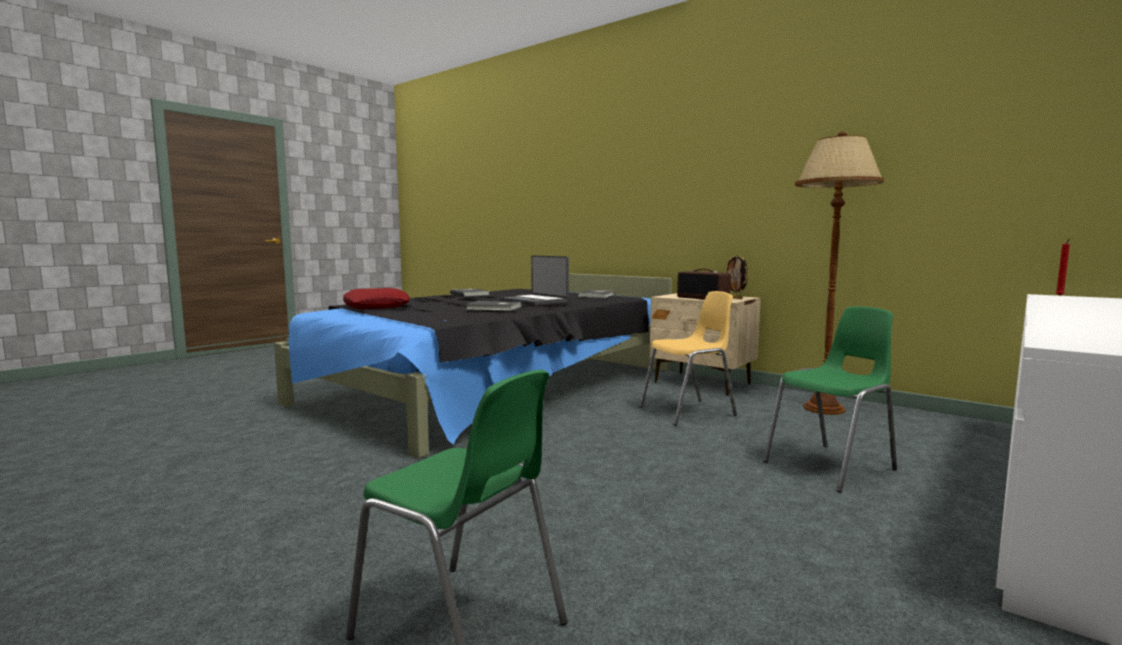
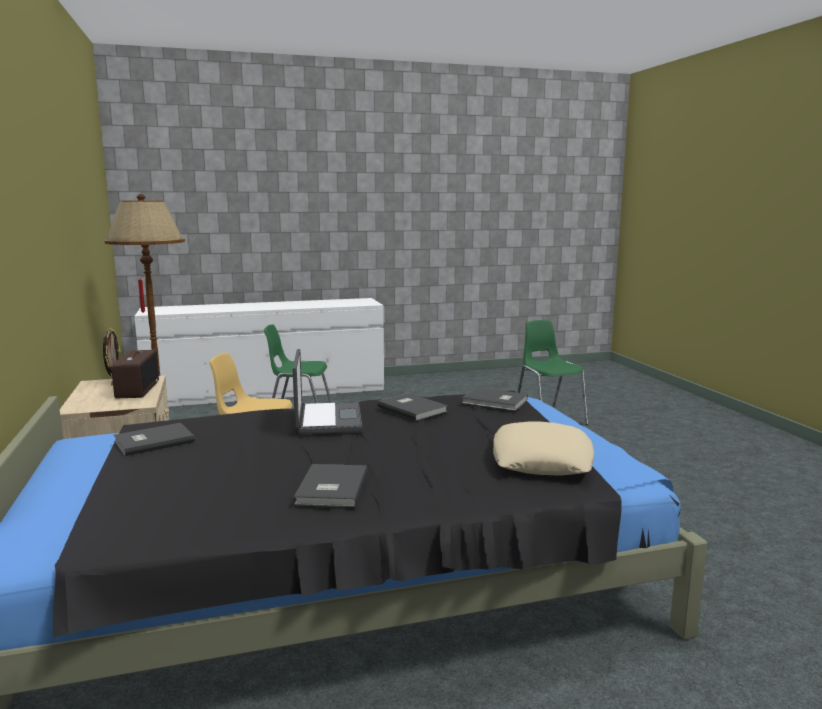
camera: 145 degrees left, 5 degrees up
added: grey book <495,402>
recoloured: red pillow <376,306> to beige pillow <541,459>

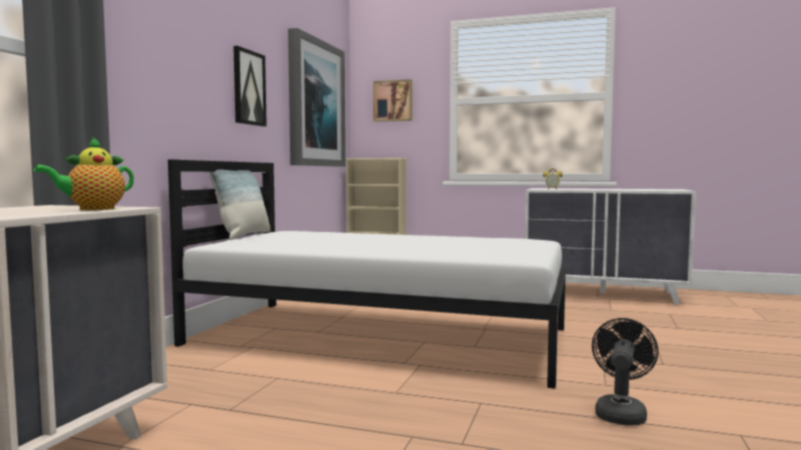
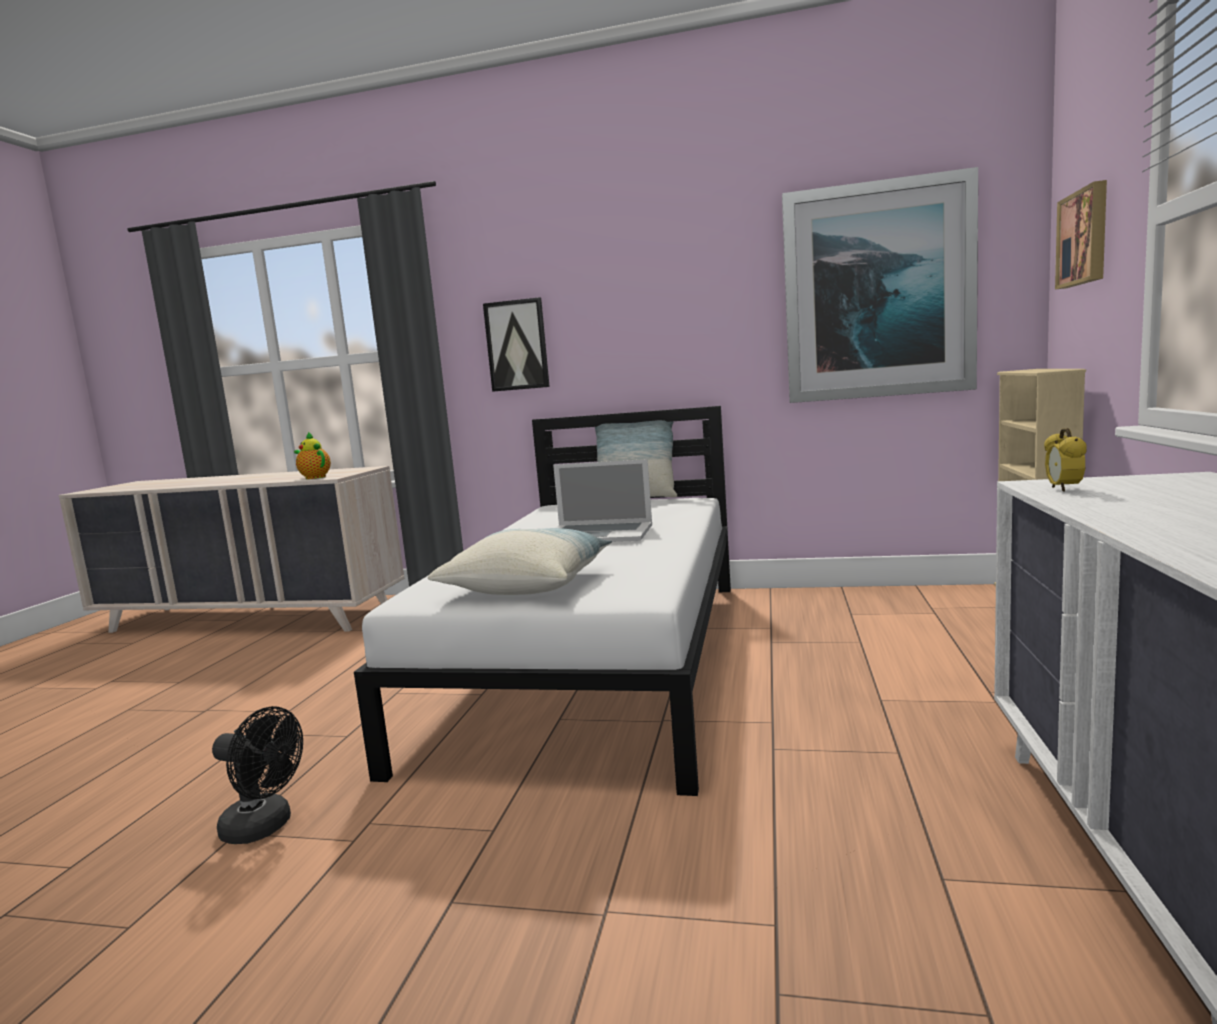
camera: 85 degrees right, 5 degrees up
added: pillow <528,585>; laptop <598,534>
moved: picture <248,88> to <517,345>

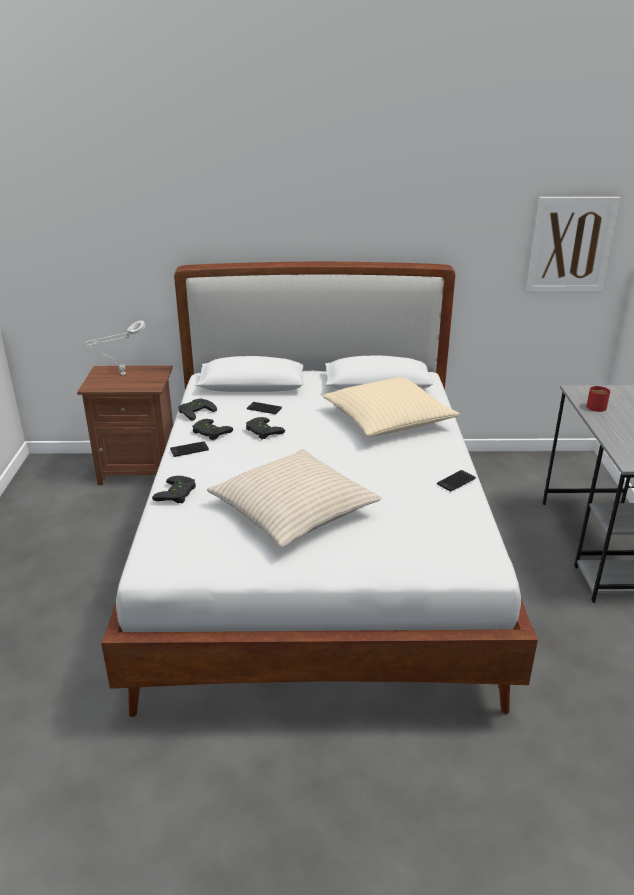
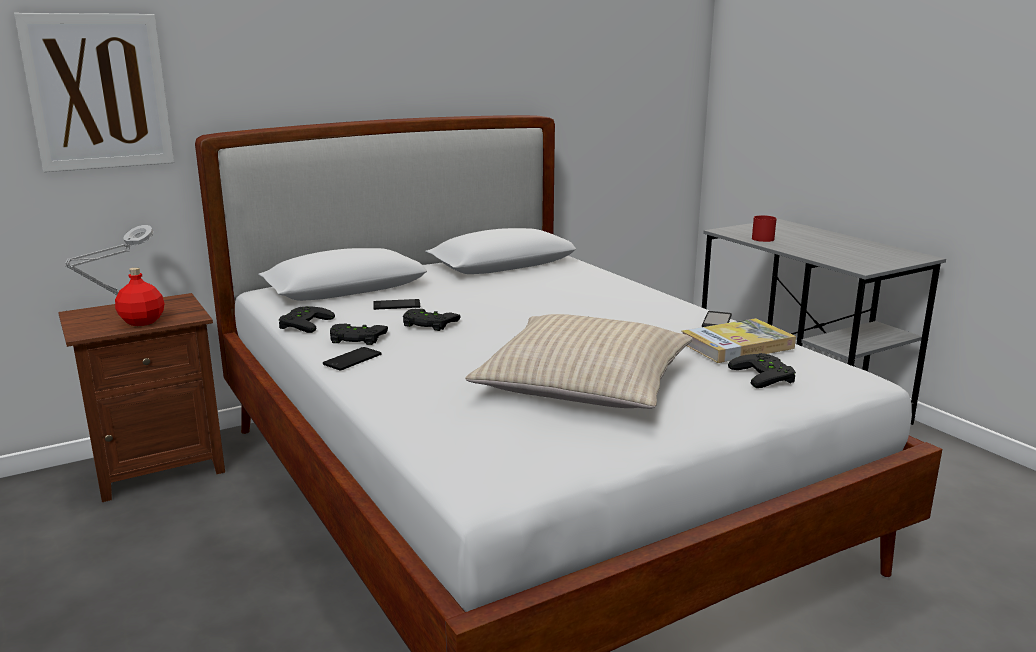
camera: 30 degrees left, 10 degrees down
removed: beige pillow <388,419>
added: red bottle <141,322>; book <737,345>
moved: black game controller <178,493> to <766,375>; picture <571,245> to <98,92>

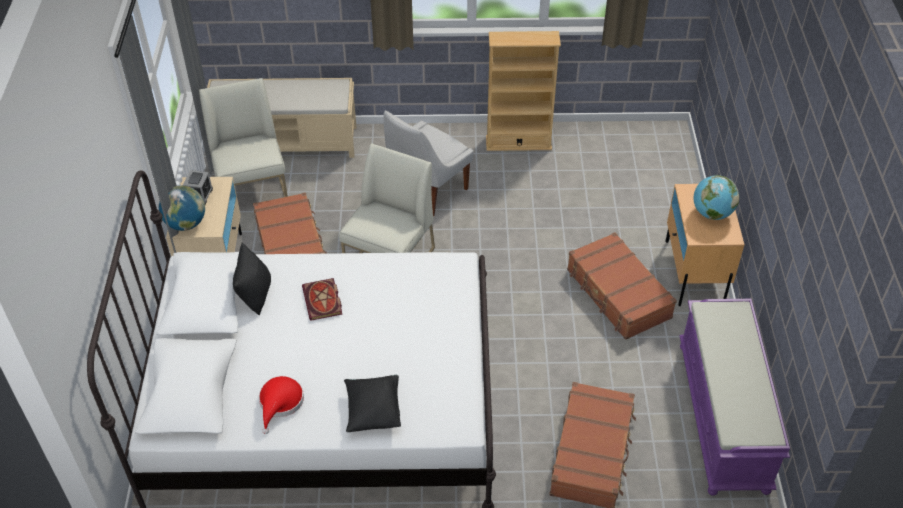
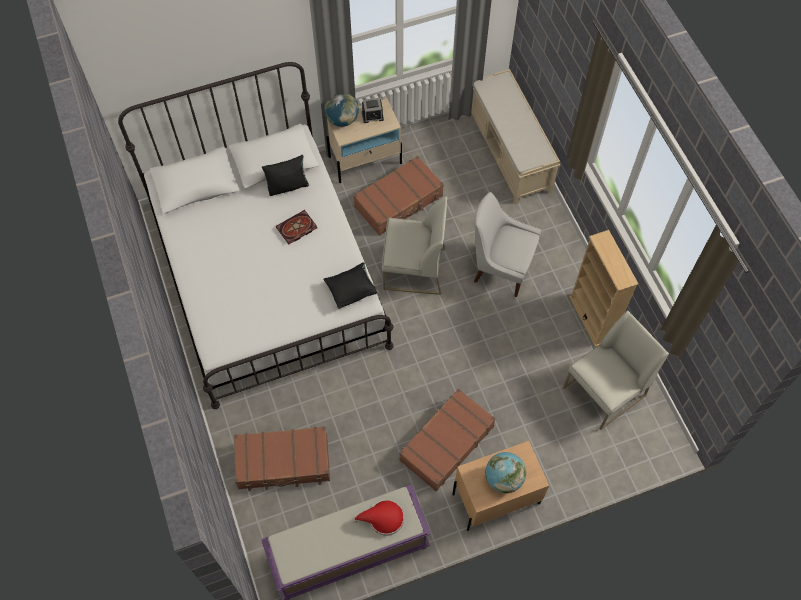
camera: 70 degrees right, 15 degrees up
moved: white chair <253,191> to <604,392>; red hat <280,403> to <383,519>; black pillow <373,411> to <352,291>

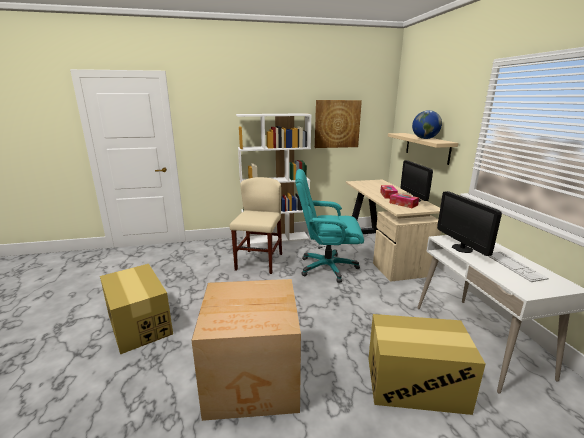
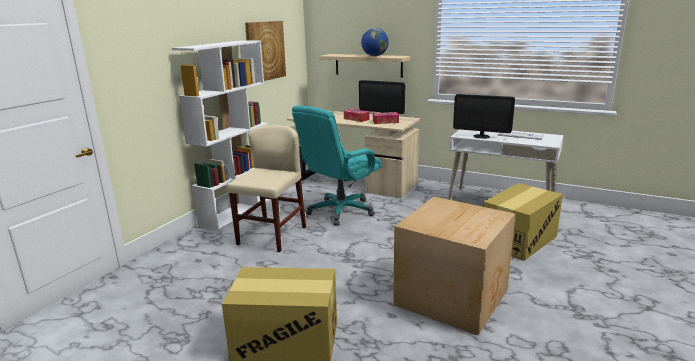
camera: 50 degrees left, 0 degrees up
turned: beige chair <259,261> = <272,235> 60 degrees clockwise

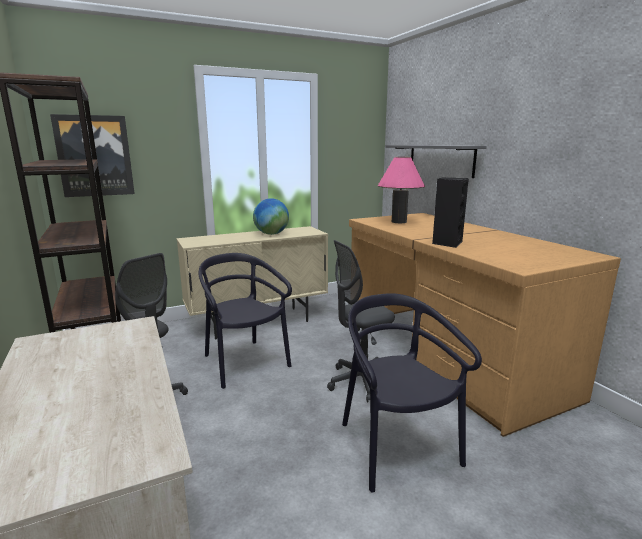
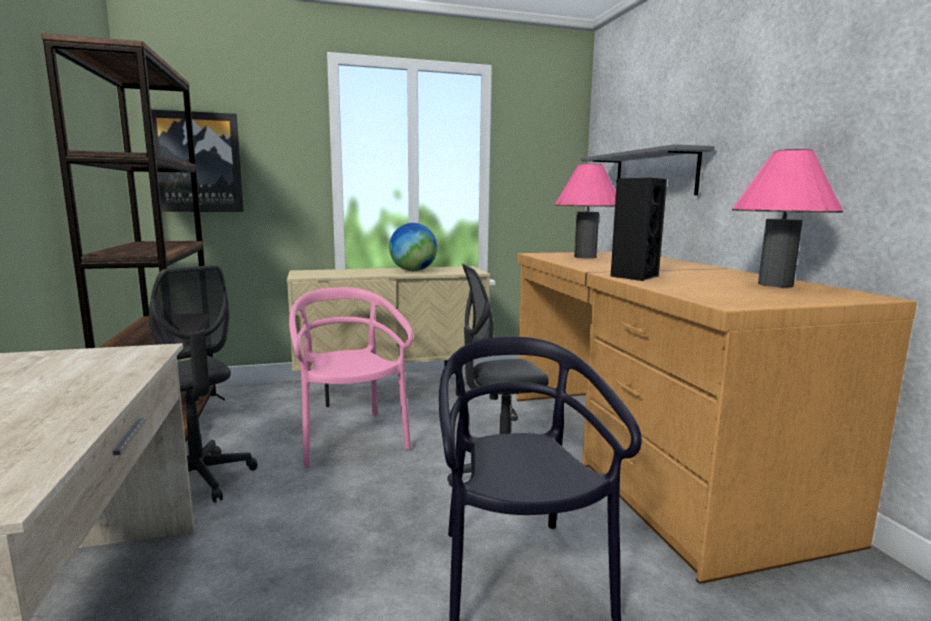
camera: 10 degrees right, 5 degrees down
added: pink table lamp <775,284>
recoloured: black chair <244,363> to pink chair <350,438>

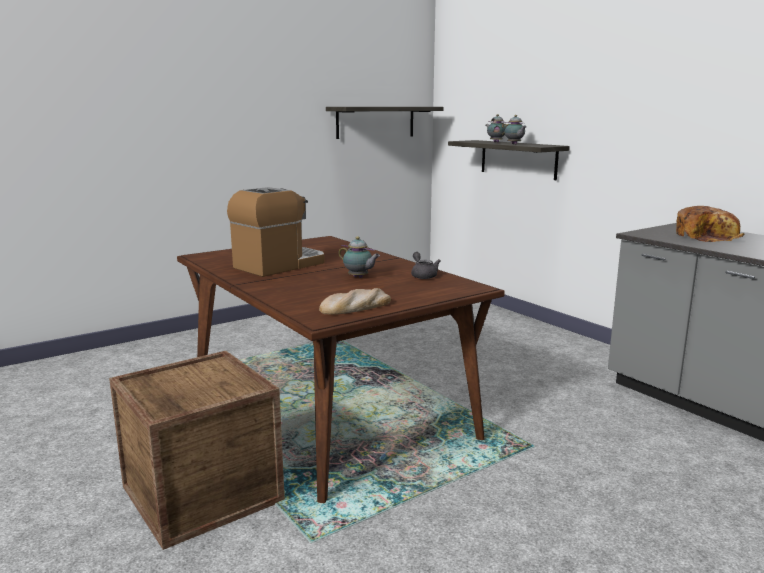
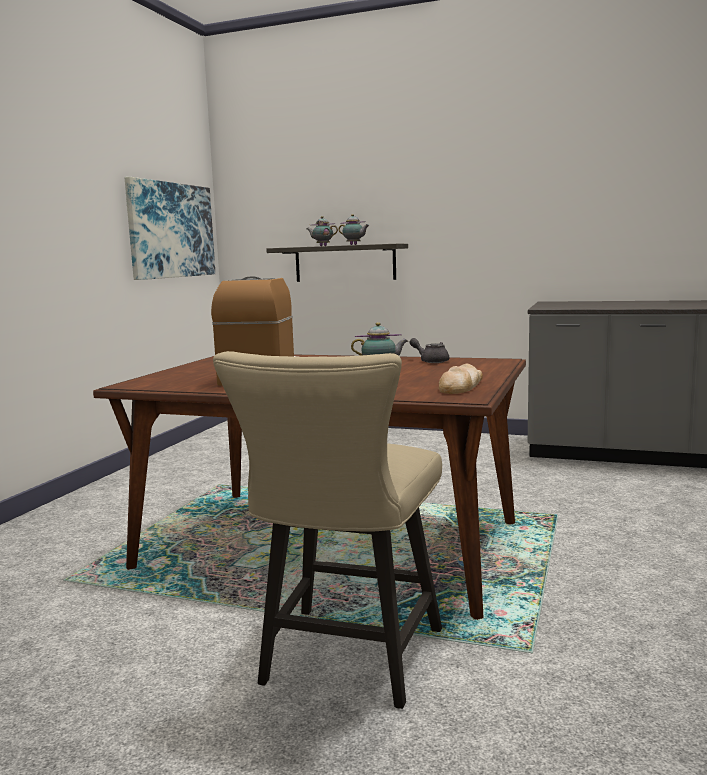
camera: 35 degrees left, 5 degrees down
removed: bread <707,236>
replaced: crate <202,493> to beige chair <346,663>; shelf <375,122> to picture <171,230>

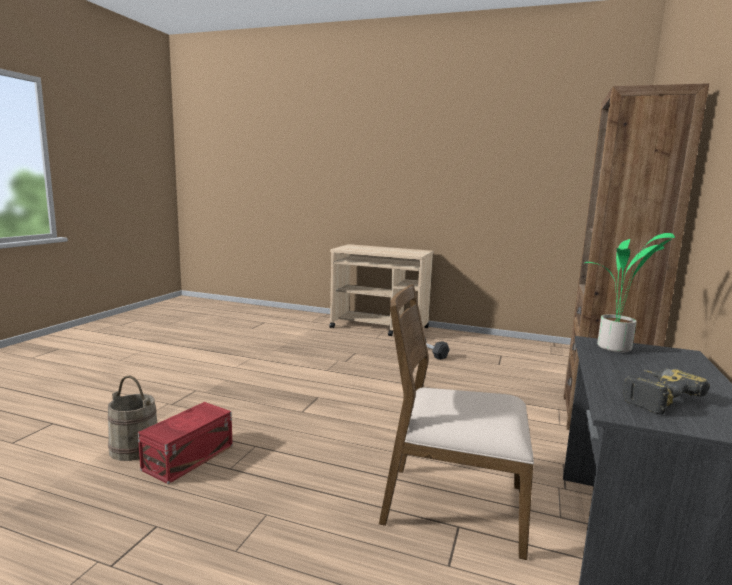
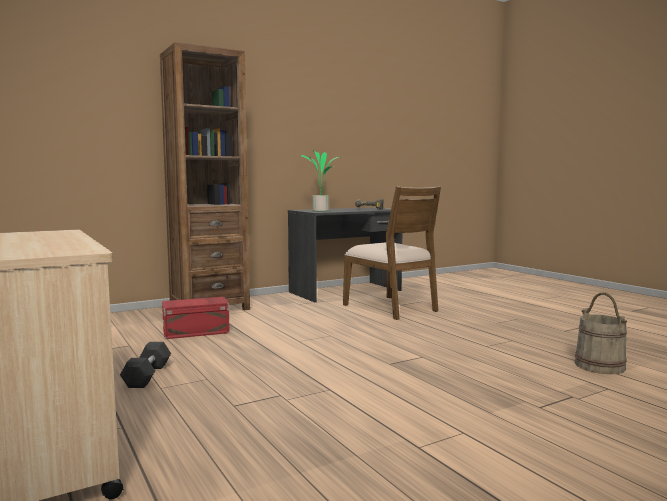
camera: 140 degrees left, 5 degrees down
moved: red storage box <186,457> to <197,332>

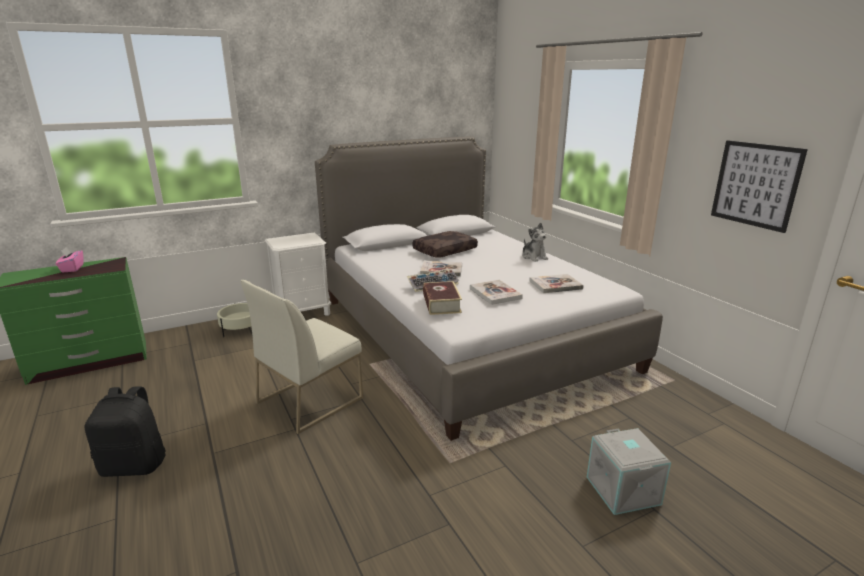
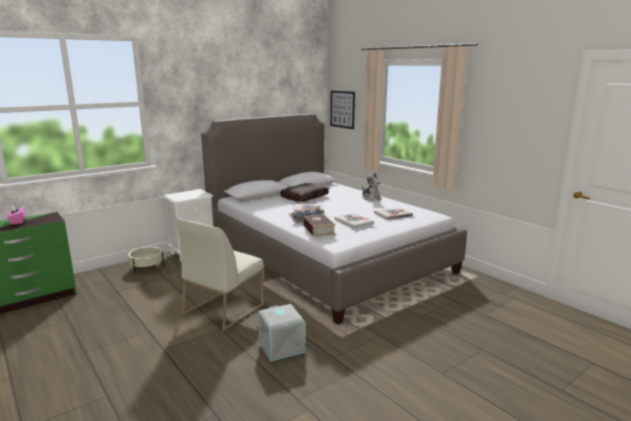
camera: 10 degrees left, 5 degrees down
removed: black backpack <135,465>
moved: grey storage box <624,490> to <282,347>; picture <755,185> to <342,109>

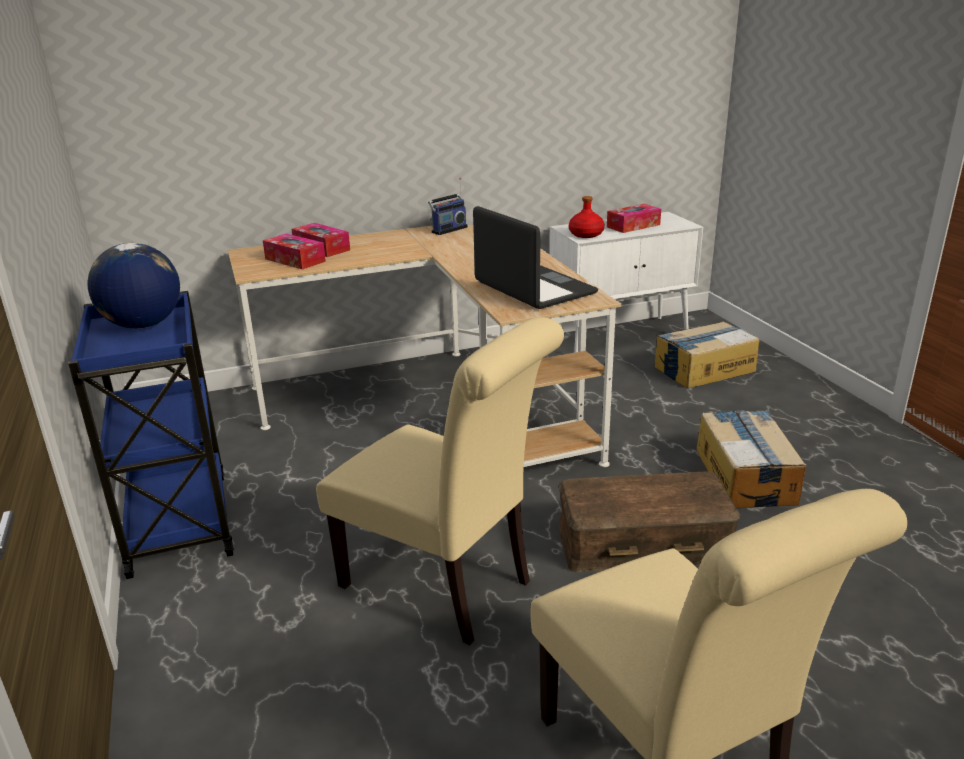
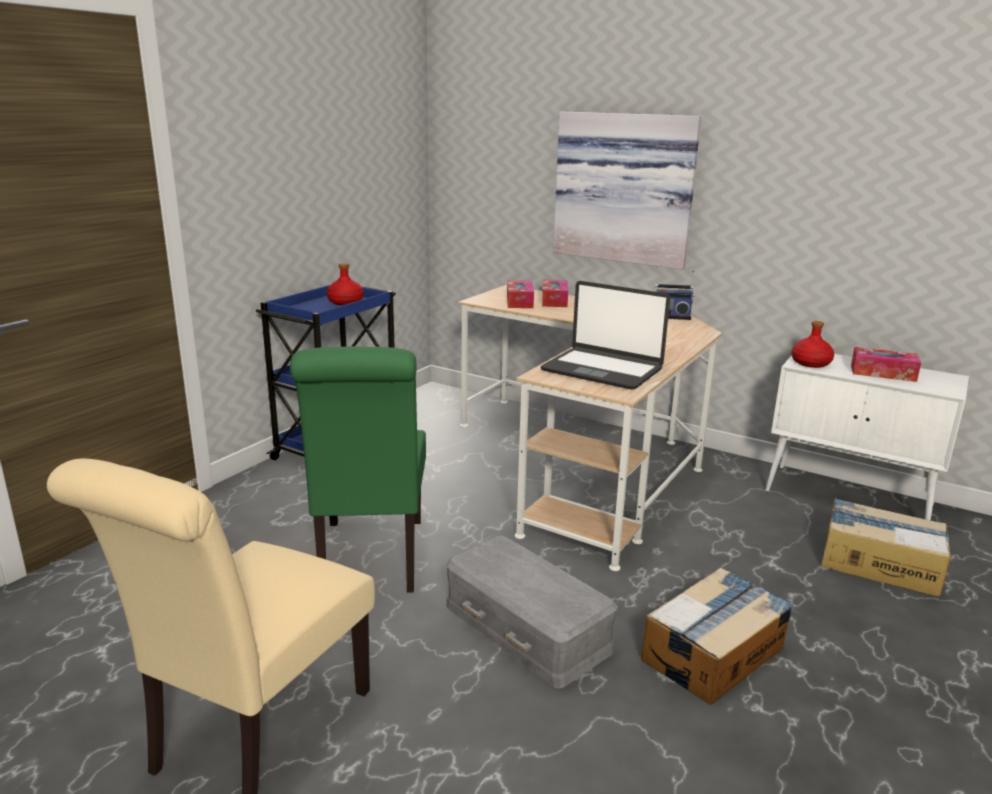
camera: 50 degrees right, 5 degrees down
added: picture <625,188>
replaced: globe <143,325> to red bottle <345,302>
recoloured: beige chair <445,587> to green chair <370,560>; brown storage box <642,541> to grey storage box <528,627>
turned: laptop <533,289> = <602,370> 105 degrees clockwise

